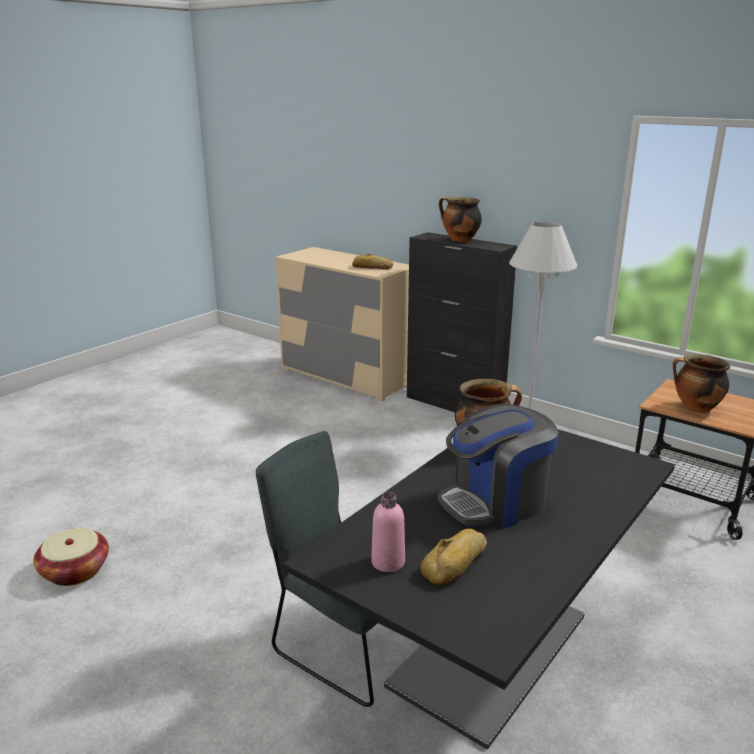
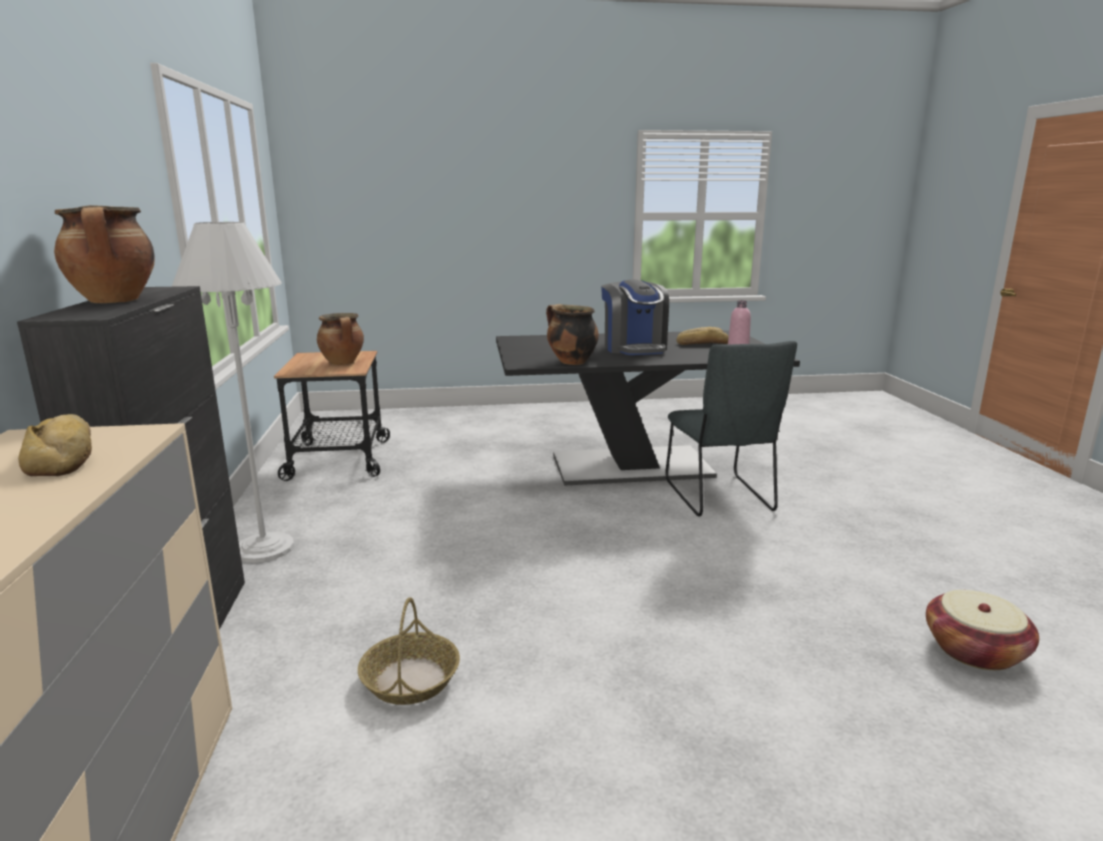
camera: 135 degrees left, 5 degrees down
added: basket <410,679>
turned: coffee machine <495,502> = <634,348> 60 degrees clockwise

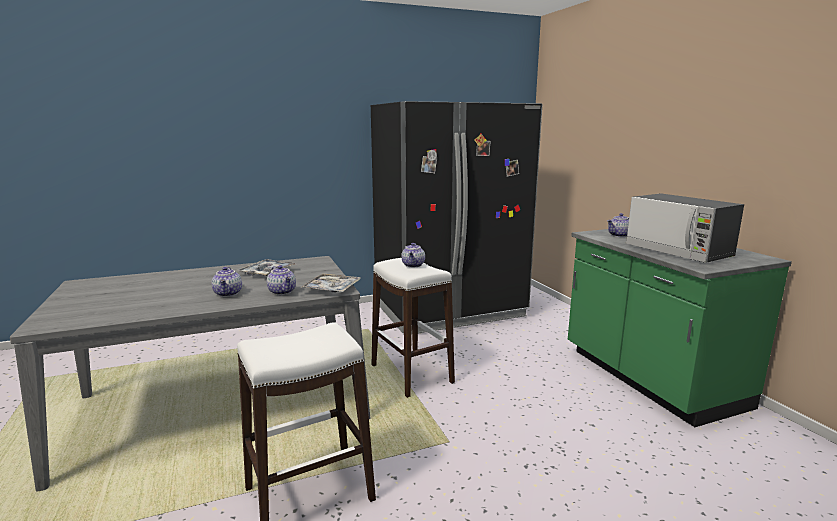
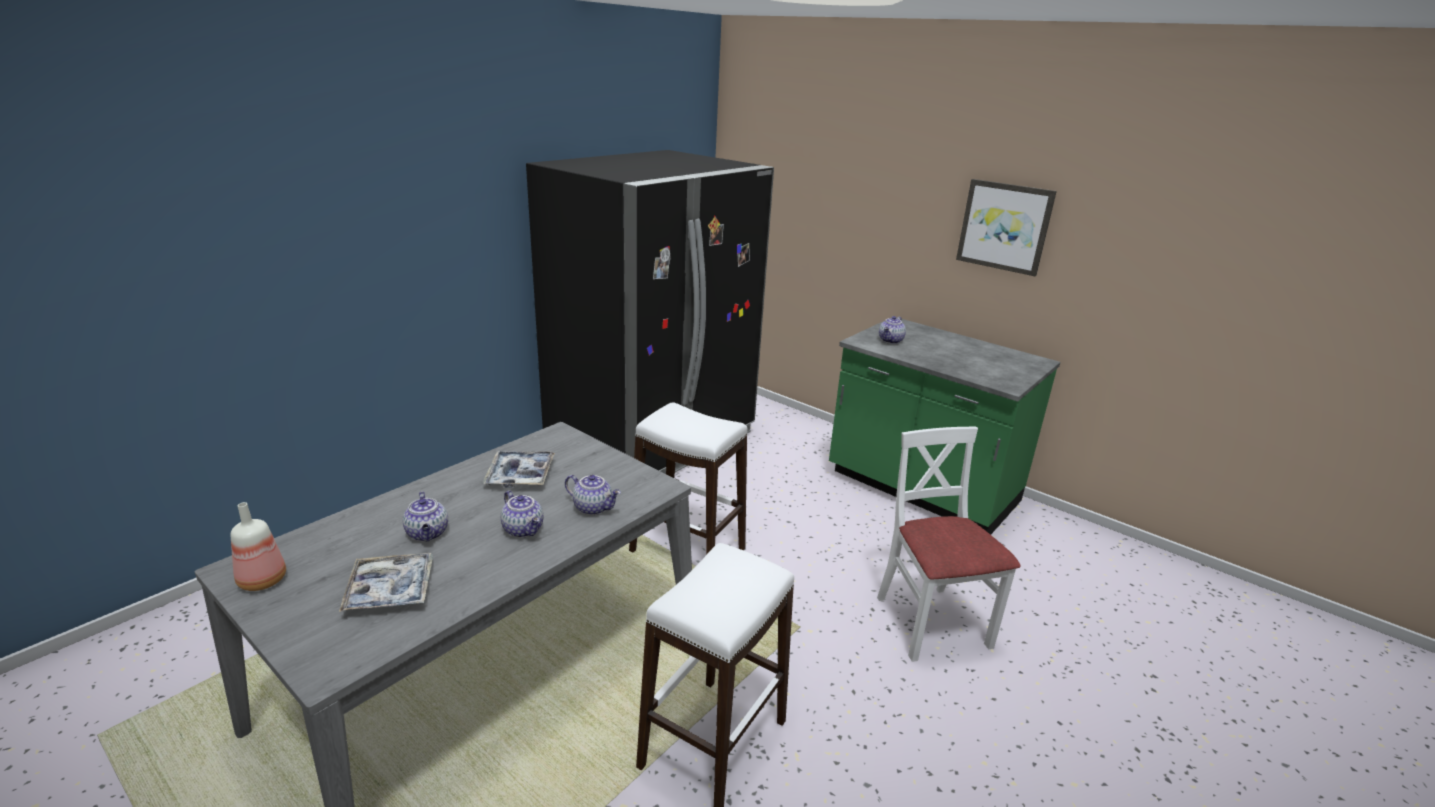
camera: 30 degrees left, 10 degrees up
removed: microwave <678,251>
added: bottle <262,581>; white chair <930,622>; picture <1004,226>
moved: tray <332,289> to <390,589>; teapot <413,265> to <428,534>

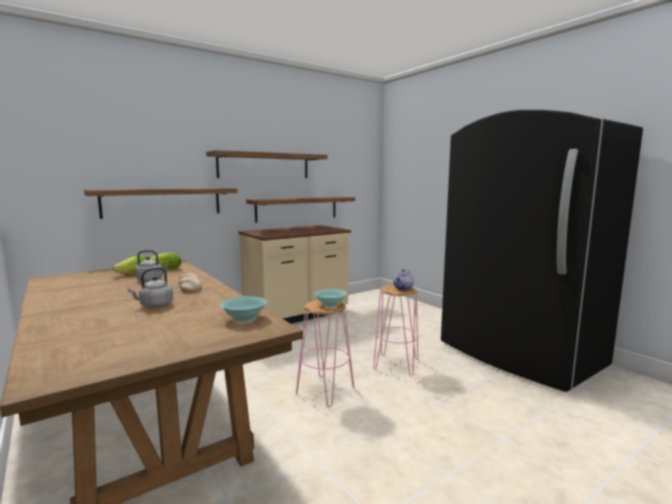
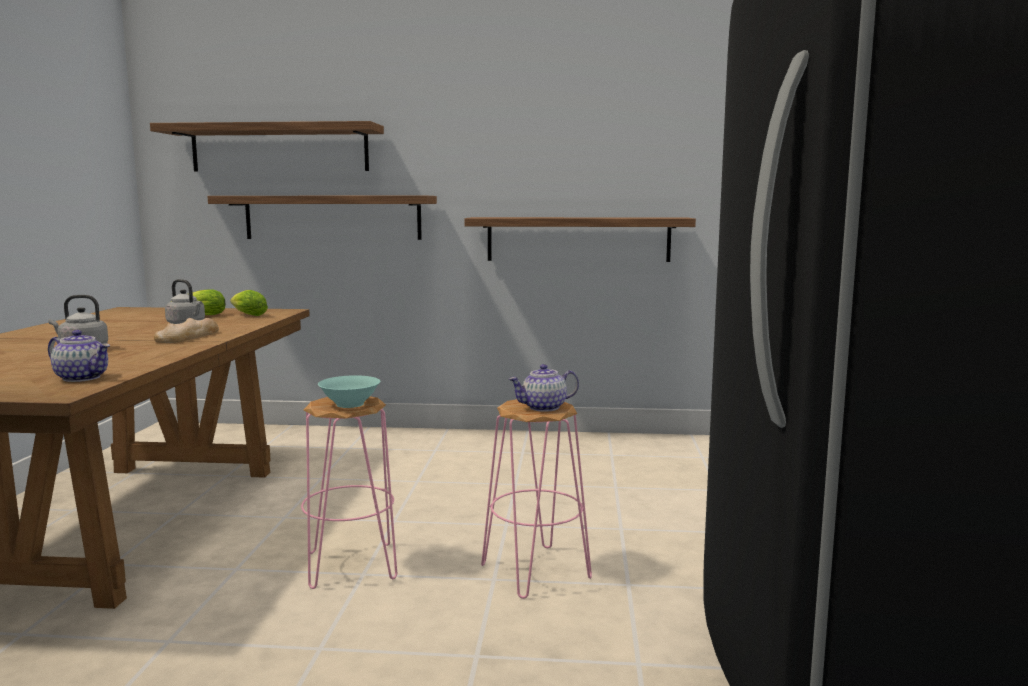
camera: 40 degrees right, 0 degrees up
removed: beige counter <297,316>
moved: shelf <264,166> to <279,149>
replaced: turquoise bowl <244,318> to teapot <83,378>

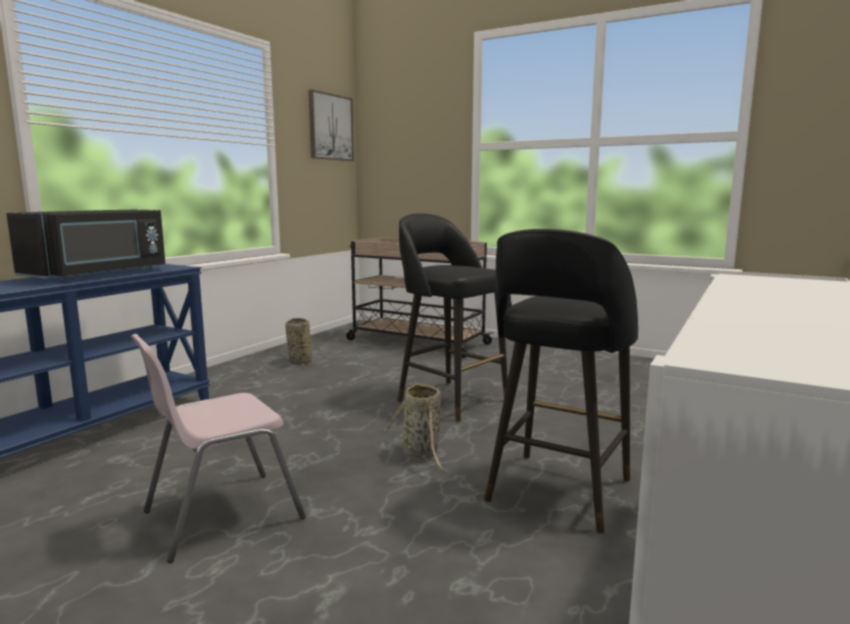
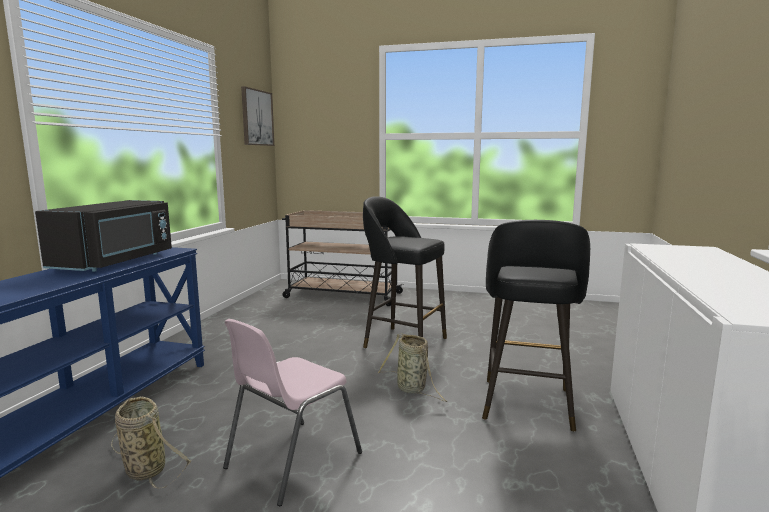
camera: 15 degrees left, 0 degrees up
moved: basket <299,362> to <144,469>

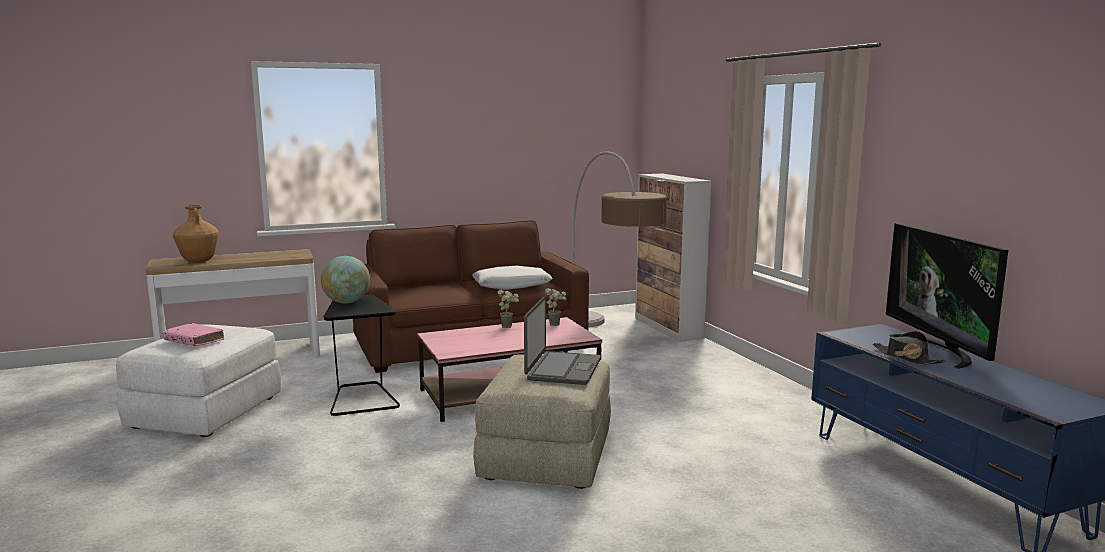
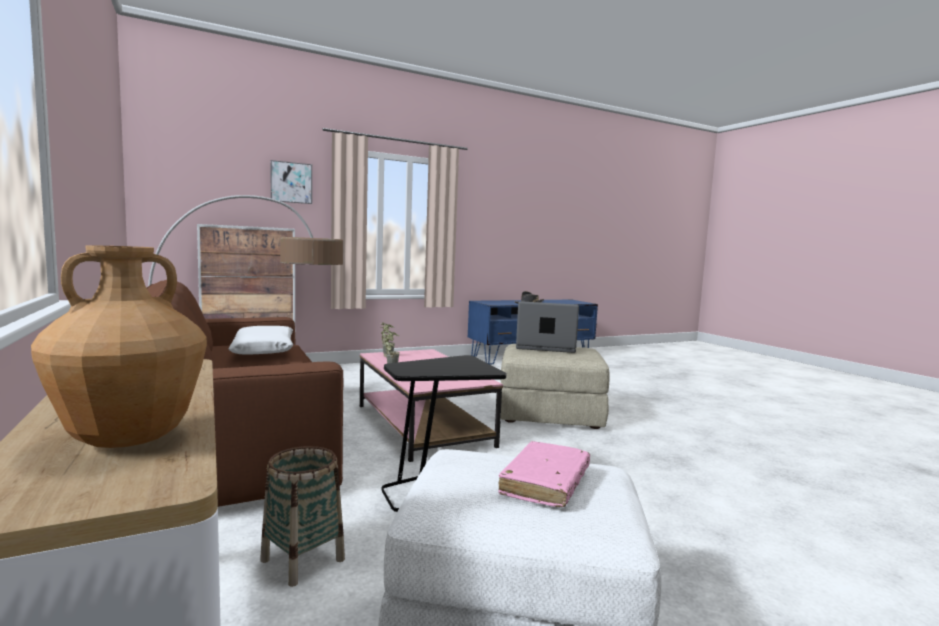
camera: 95 degrees left, 5 degrees down
removed: globe <346,302>; television <939,350>
added: basket <302,560>; picture <291,182>

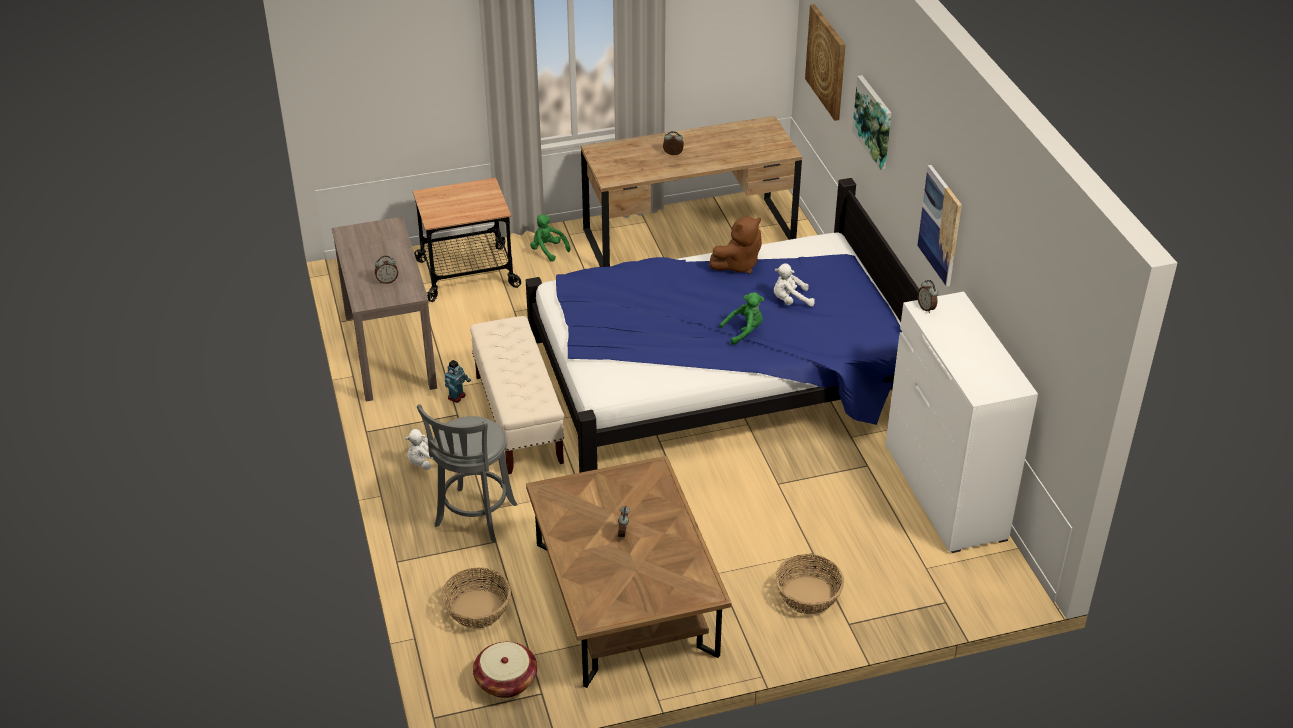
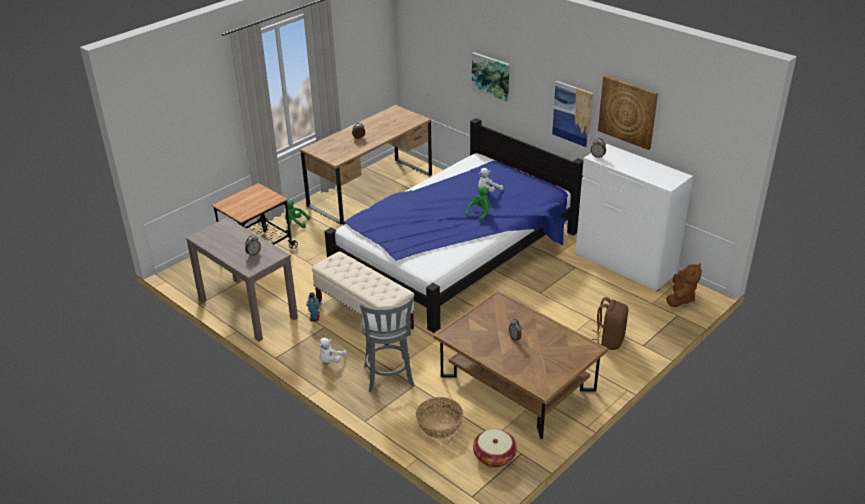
camera: 30 degrees left, 5 degrees down
moved: brown plush toy <737,265> to <680,299>; picture <827,61> to <627,112>
replaced: basket <808,595> to brown backpack <609,340>

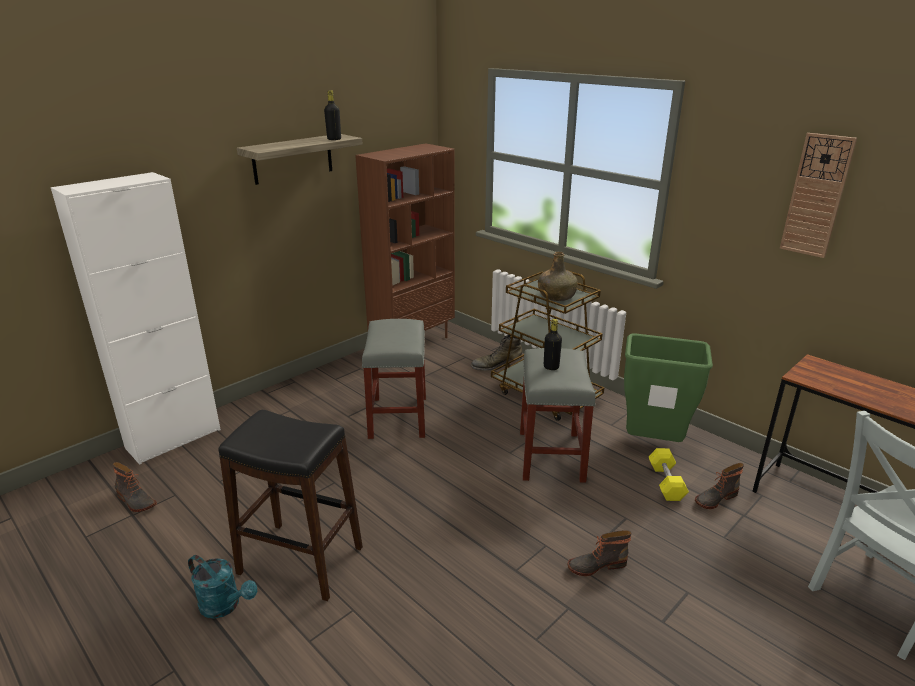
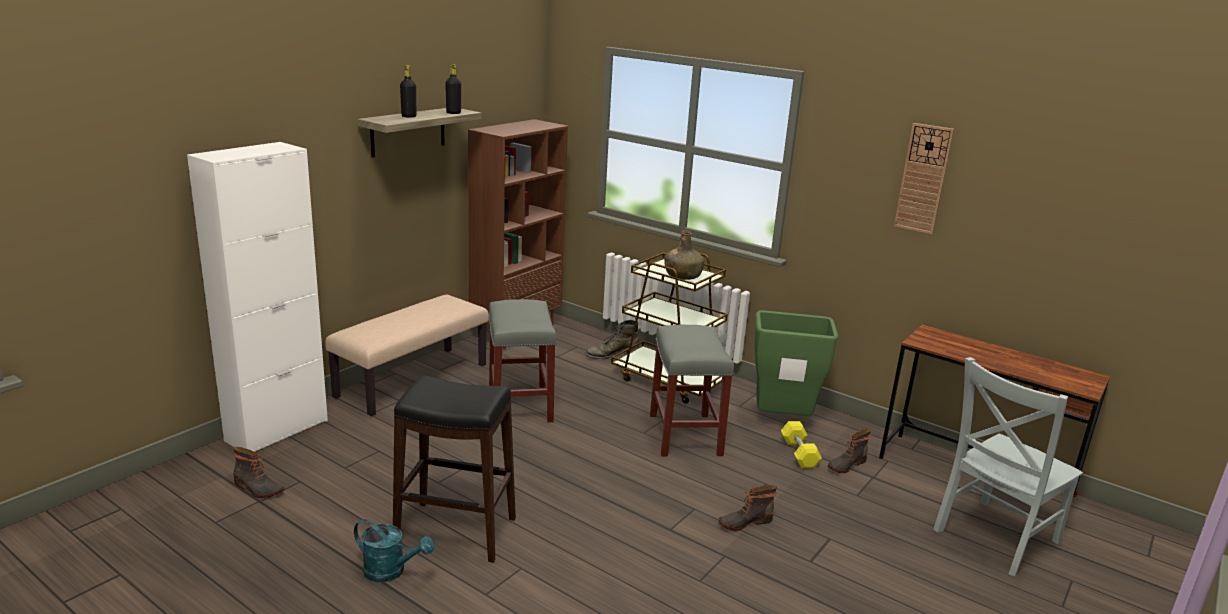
camera: 10 degrees left, 5 degrees down
added: beige bench <412,380>
moved: black bottle <551,367> to <409,116>

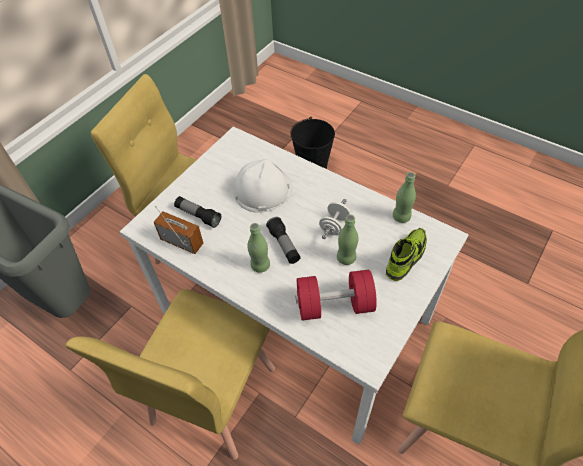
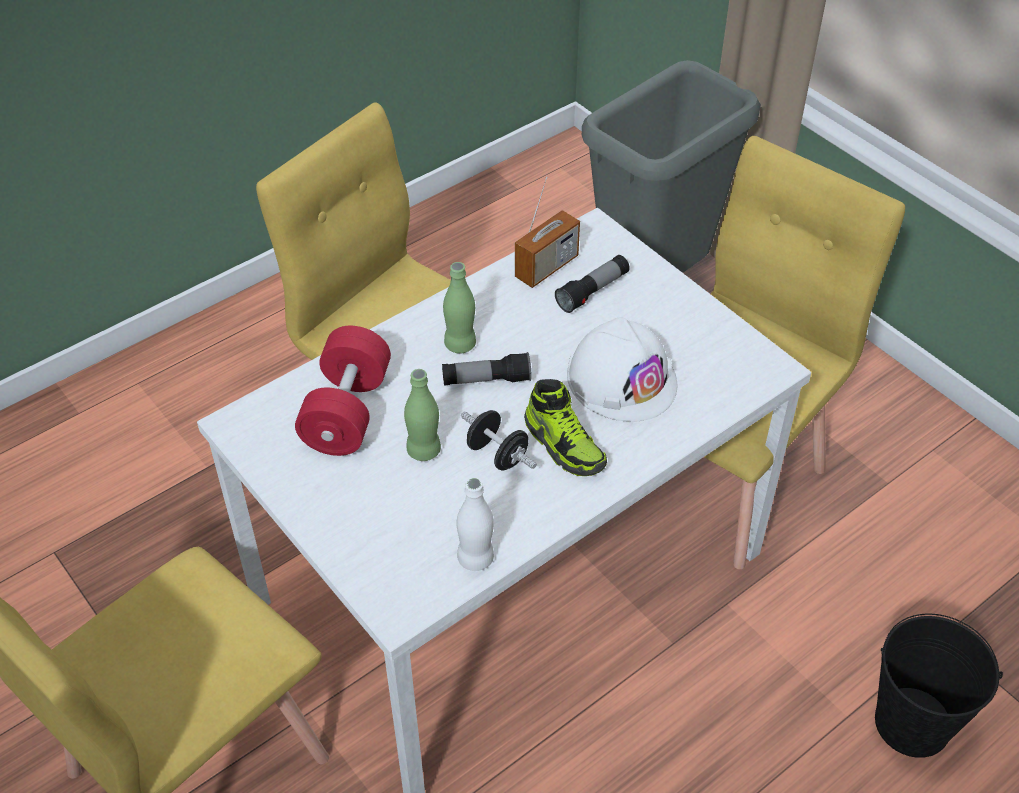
camera: 105 degrees right, 5 degrees down
moved: shoe <405,258> to <564,445>
recoloured: white dumbbell <334,226> to black dumbbell <497,454>; green bottle <401,217> to white bottle <475,558>

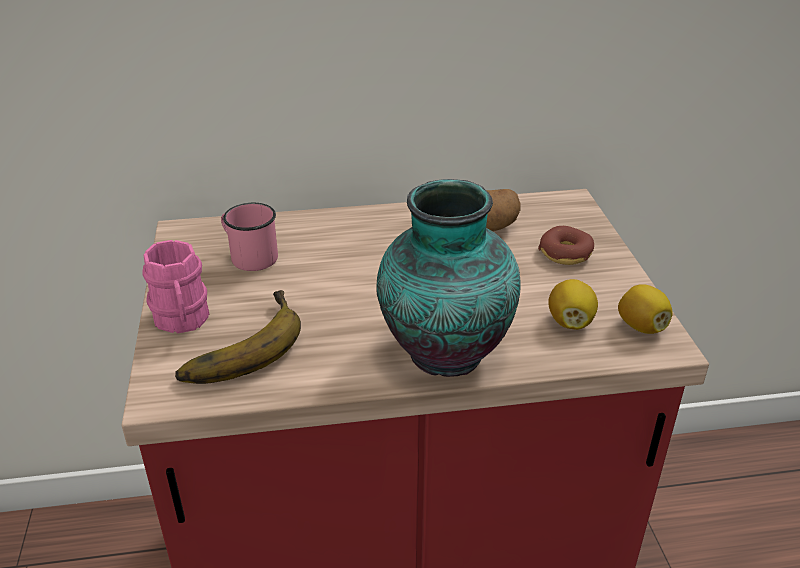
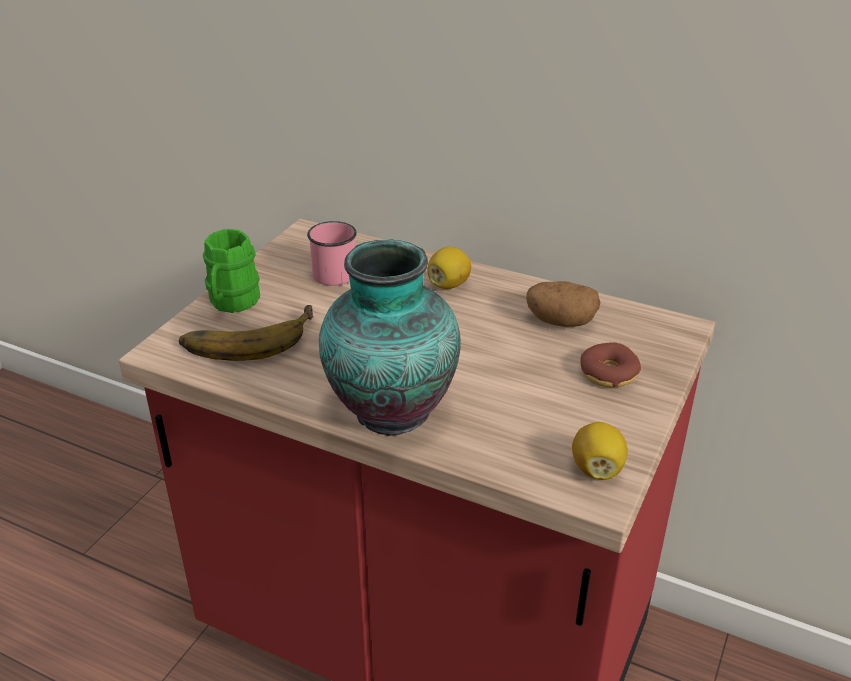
camera: 35 degrees right, 0 degrees up
moved: lemon <570,322> to <449,284>
recoloured: pink mug <182,321> to green mug <231,303>

